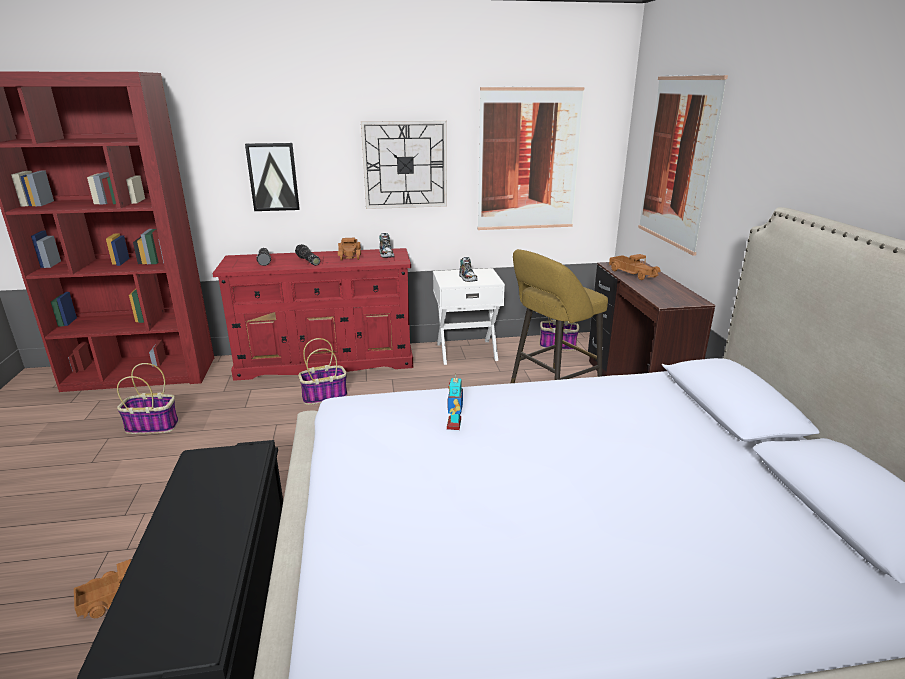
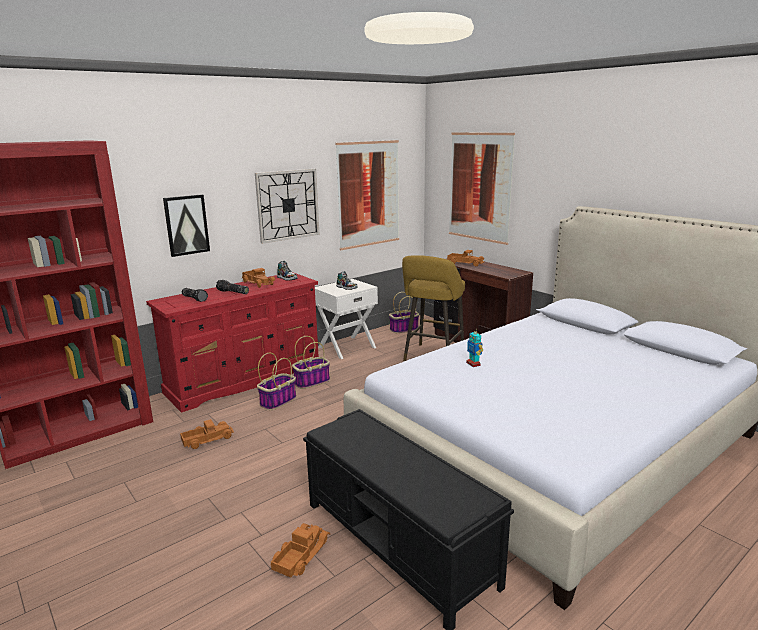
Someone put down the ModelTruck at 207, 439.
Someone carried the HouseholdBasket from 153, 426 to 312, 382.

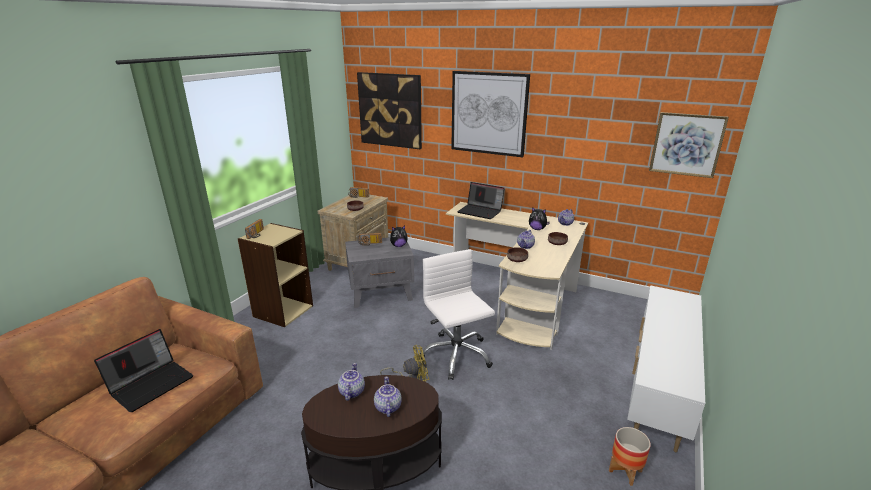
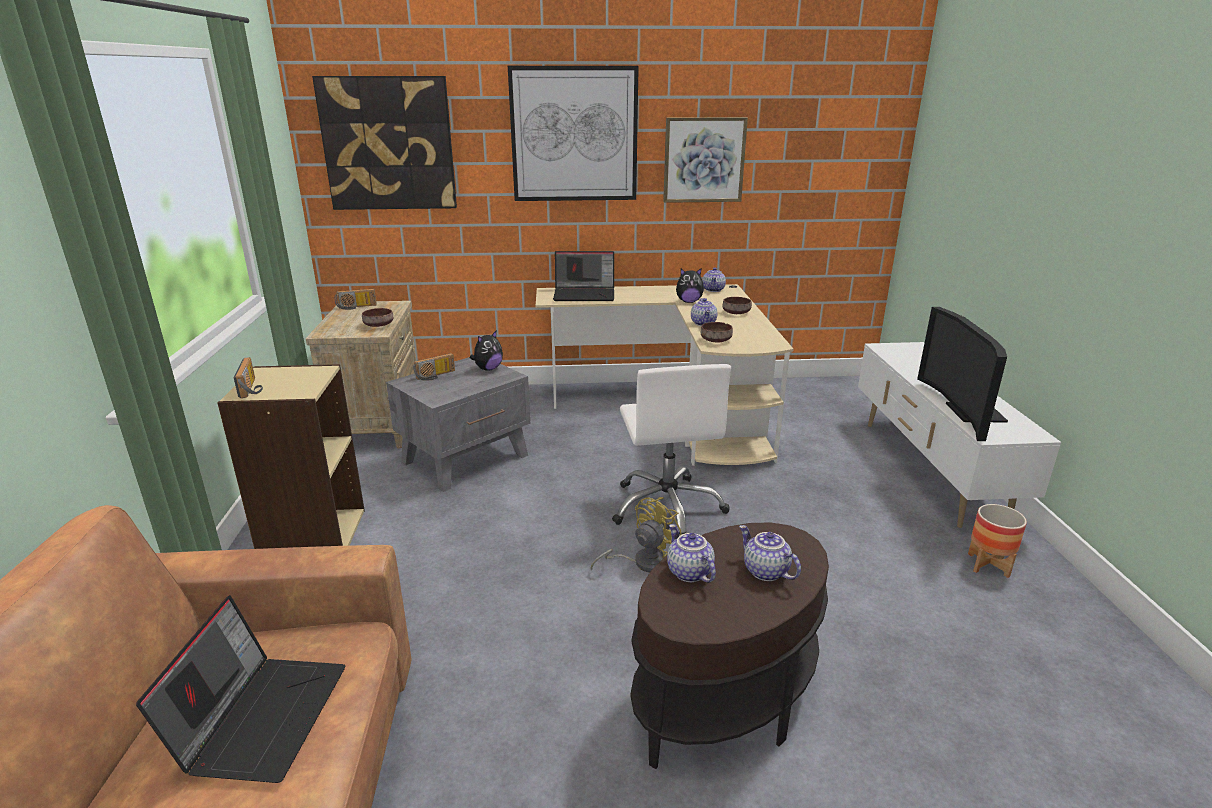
Someone rotated the WhiteDeskChair at 456, 355 by 135 degrees counterclockwise.
Someone carried the WallPicture from 686, 144 to 704, 160.
Someone put down the Television at 966, 412.

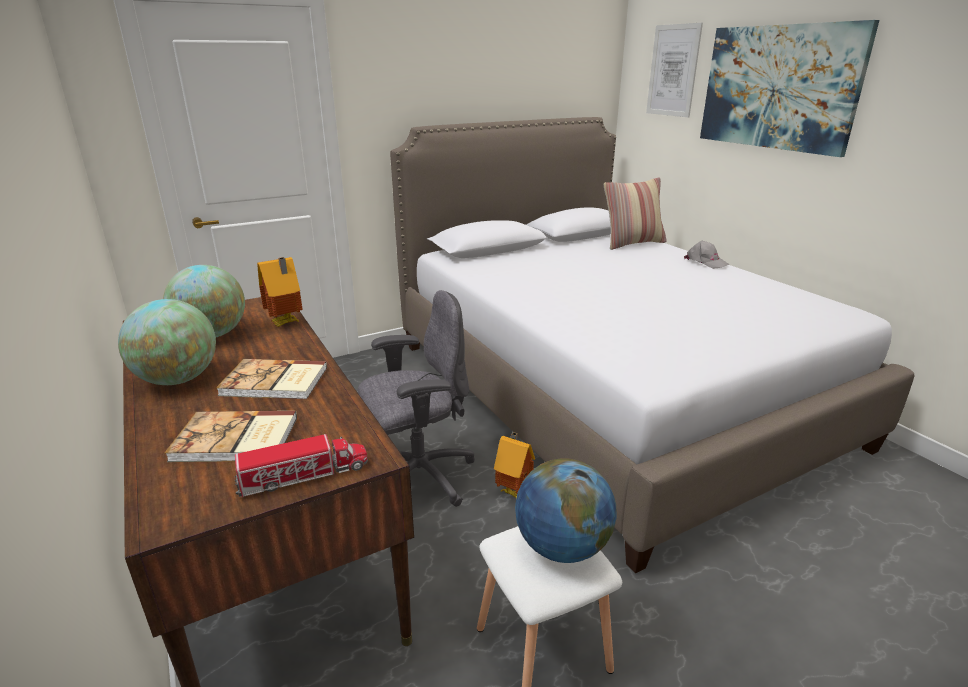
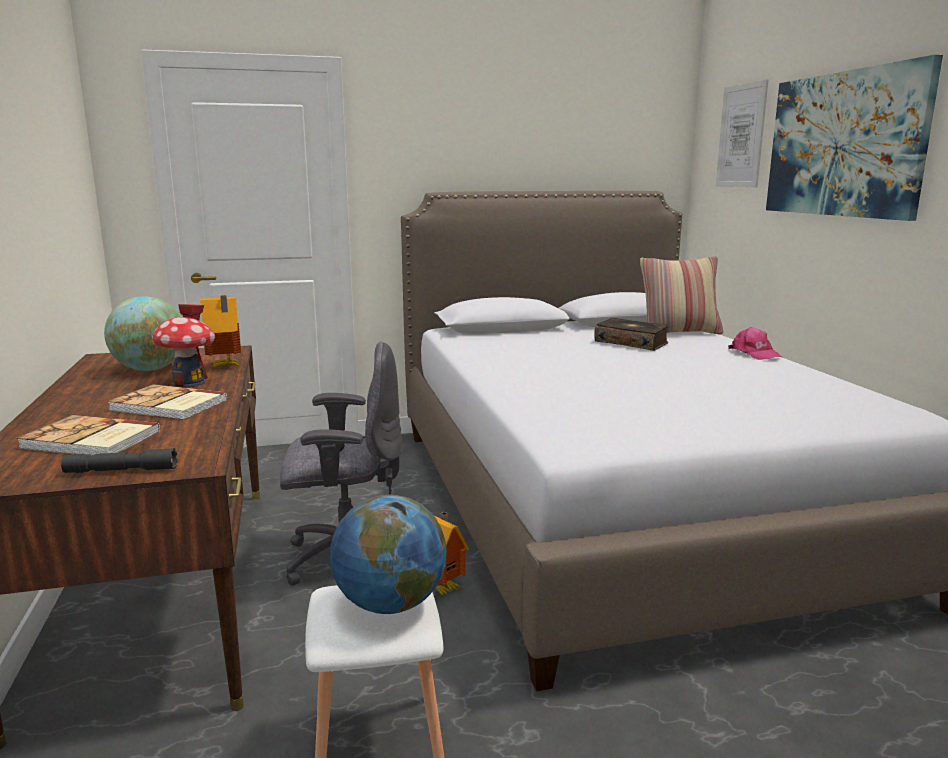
Someone swapped the ModelTruck at 304, 475 for the GreyTorch at 121, 470.
Someone put down the ToyHouse at 189, 383.
Someone put down the Volume at 631, 343.
Someone repainted the GreyPeakedCap at 705, 262, which became the PinkColouredPeakedCap at 754, 353.
Someone took away the DeskGlobe at 178, 379.

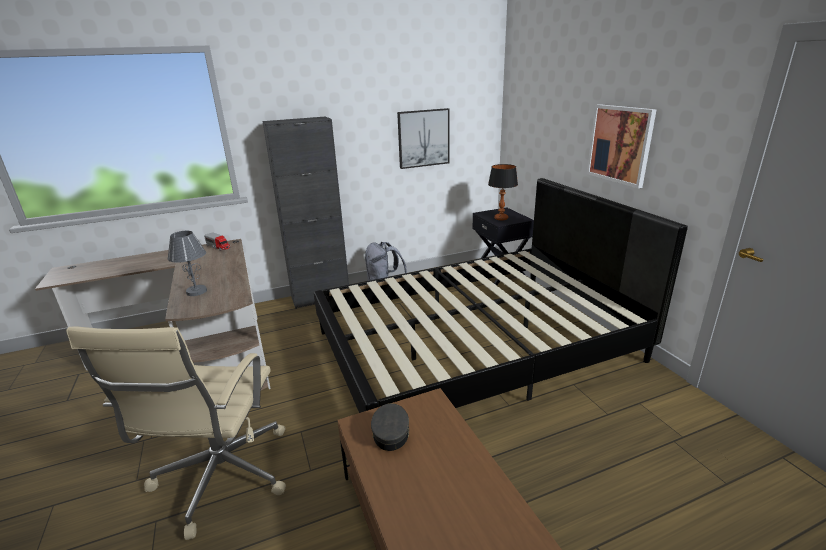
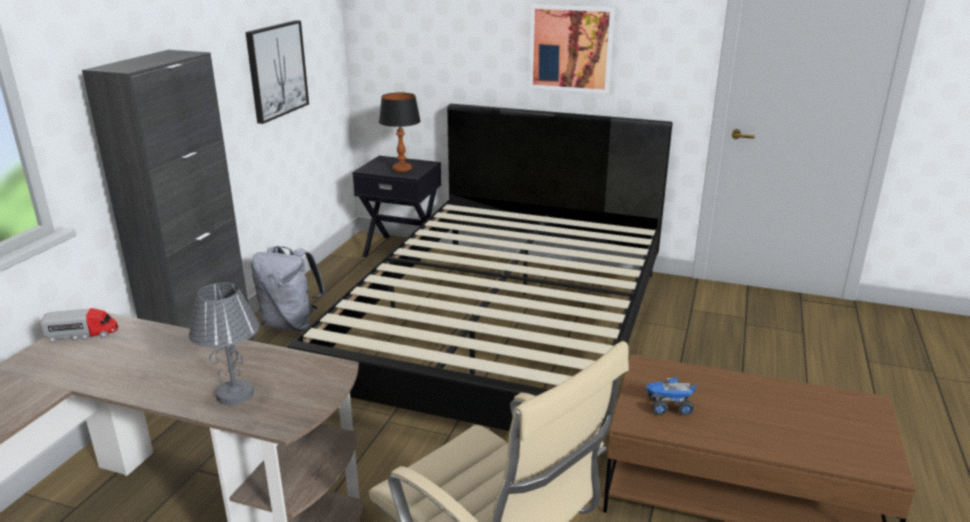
Someone swapped the GreyPeakedCap at 391, 433 for the ModelTruck at 668, 407.

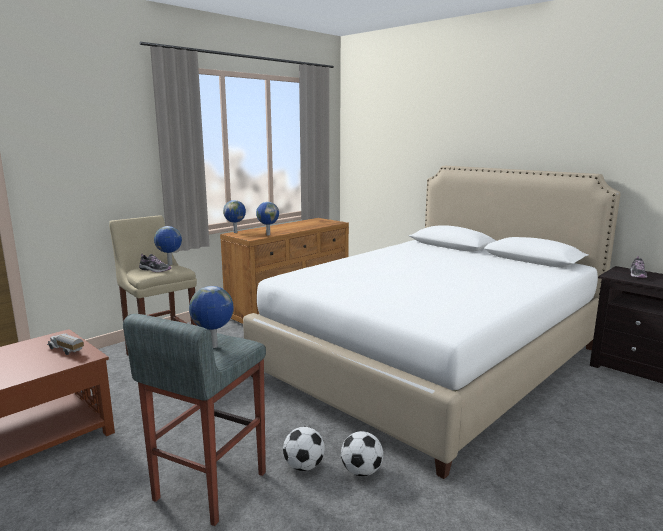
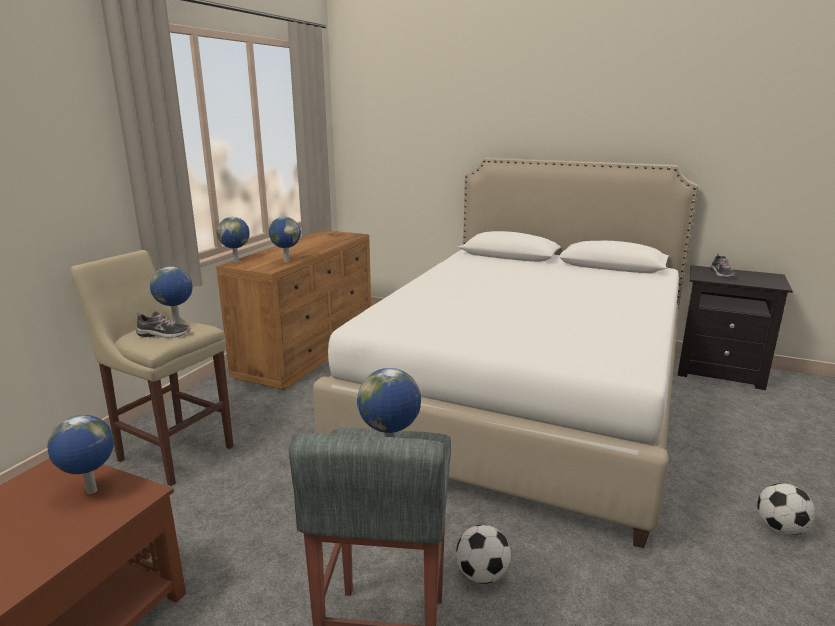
Someone swapped the ModelTruck at 66, 350 for the DeskGlobe at 91, 491.
Someone carried the Football from 361, 471 to 780, 528.

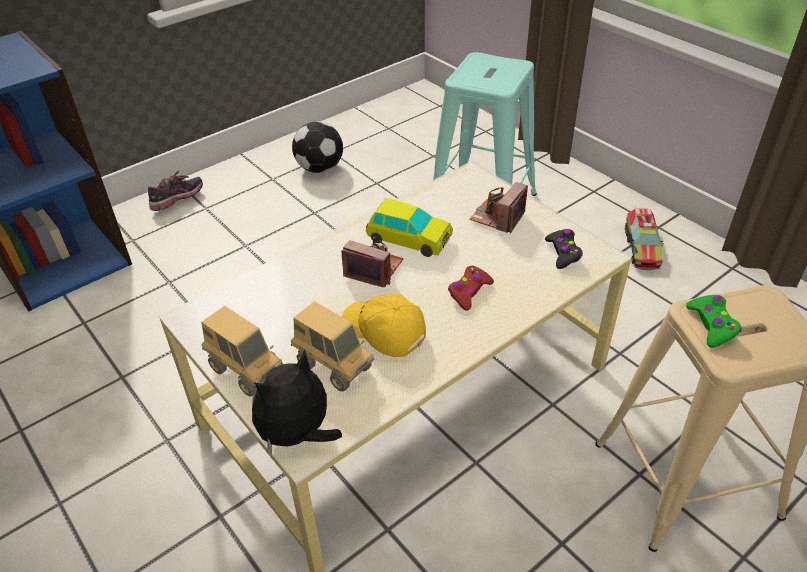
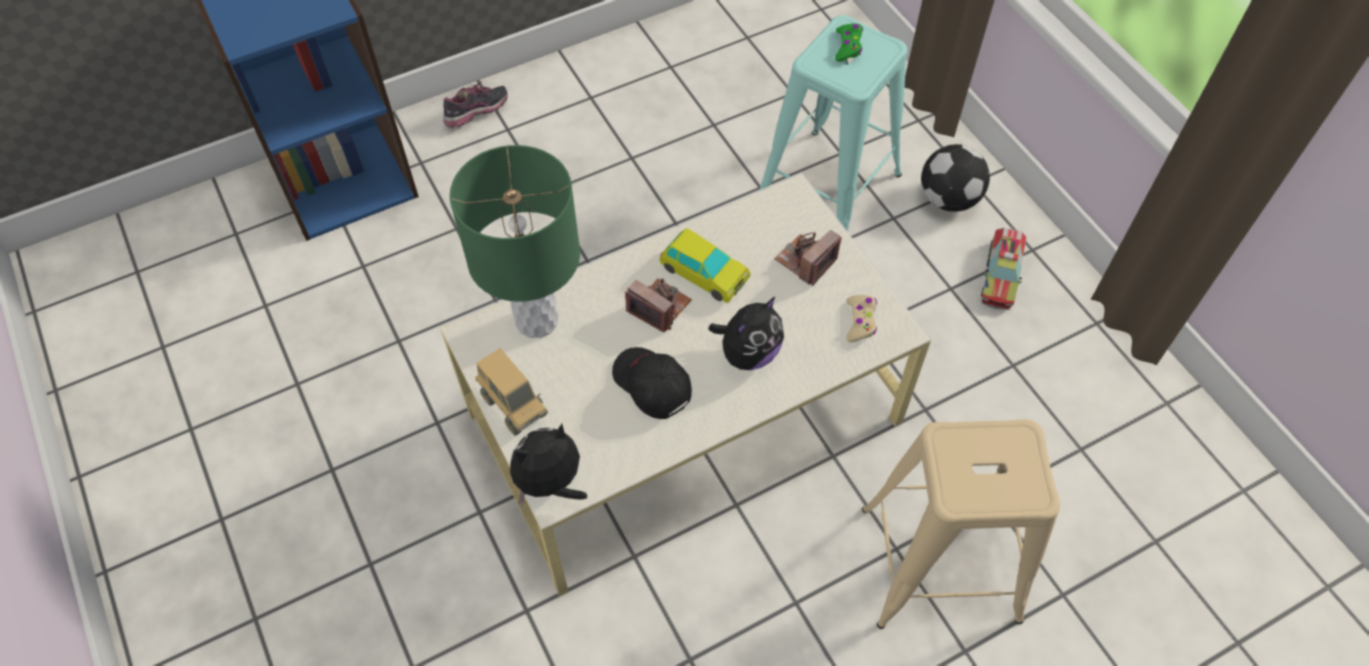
Someone put down the GreenTabletopLamp at 537, 321.
Someone repainted the YellowColouredPeakedCap at 383, 332, which became the BlackColouredPeakedCap at 651, 386.
Someone swapped the ReddishJoypad at 469, 292 for the PlushToy at 748, 353.
Someone carried the GreenJoypad from 712, 325 to 848, 46.
Someone repainted the BlackColouredJoypad at 563, 253, which became the BeigeJoypad at 860, 321.
Someone carried the Football from 320, 168 to 949, 199.
Someone took away the ModelTruck at 334, 367.

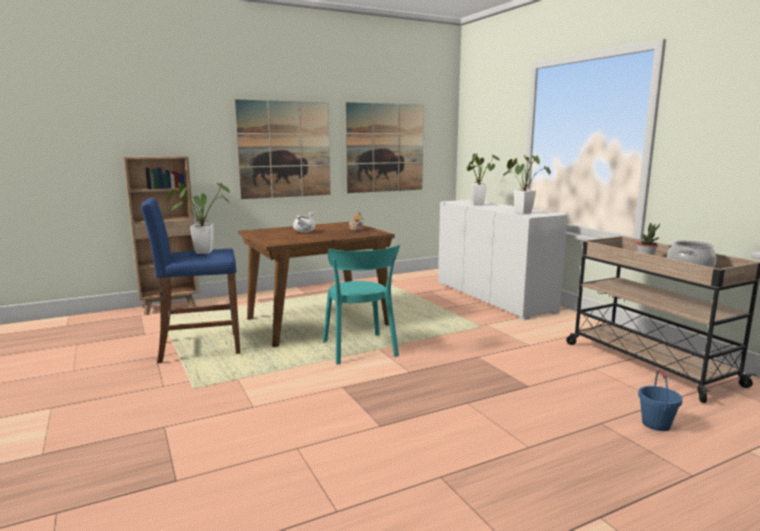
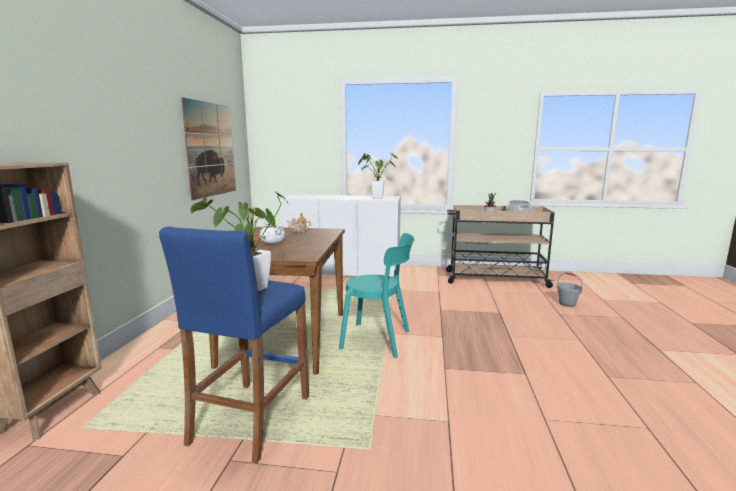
Someone repainted the BluishWaterBucket at 656, 424, which became the GreyWaterBucket at 567, 304.
Someone took away the WallPicture at 285, 149.
Someone took away the Houseplant at 478, 204.

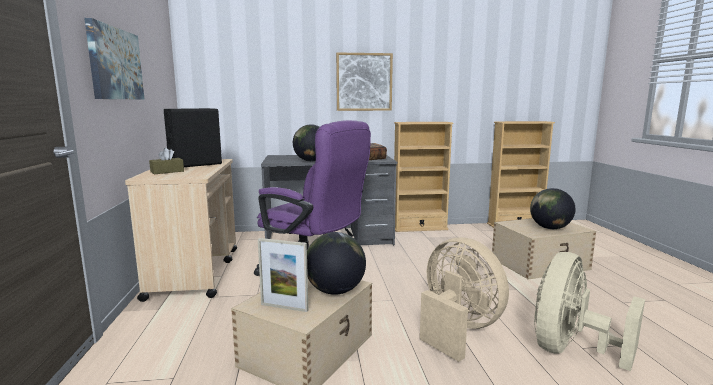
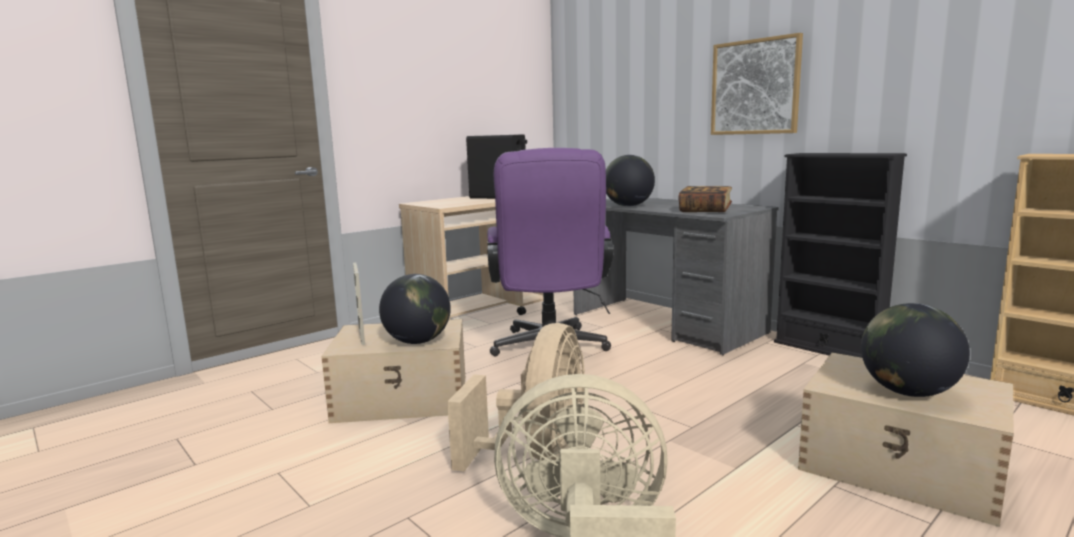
Someone repainted the BeigeShelvingUnit at 419, 228, which became the BlackColouredShelvingUnit at 828, 349.
Someone took away the WallPicture at 115, 64.
Someone took away the BrownishTissueBox at 167, 172.

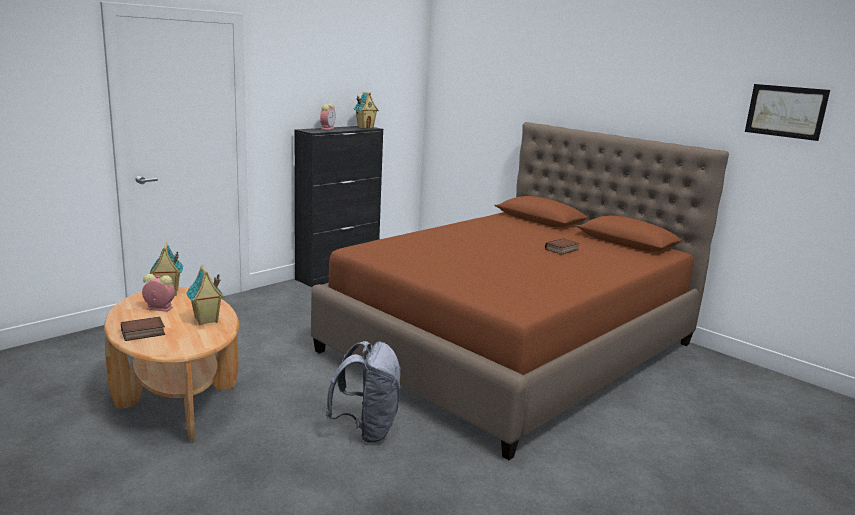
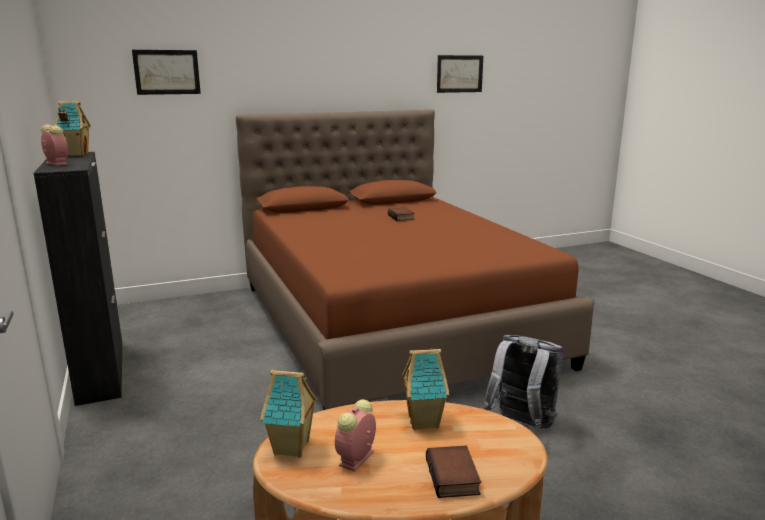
Someone put up the WallPicture at 167, 72.

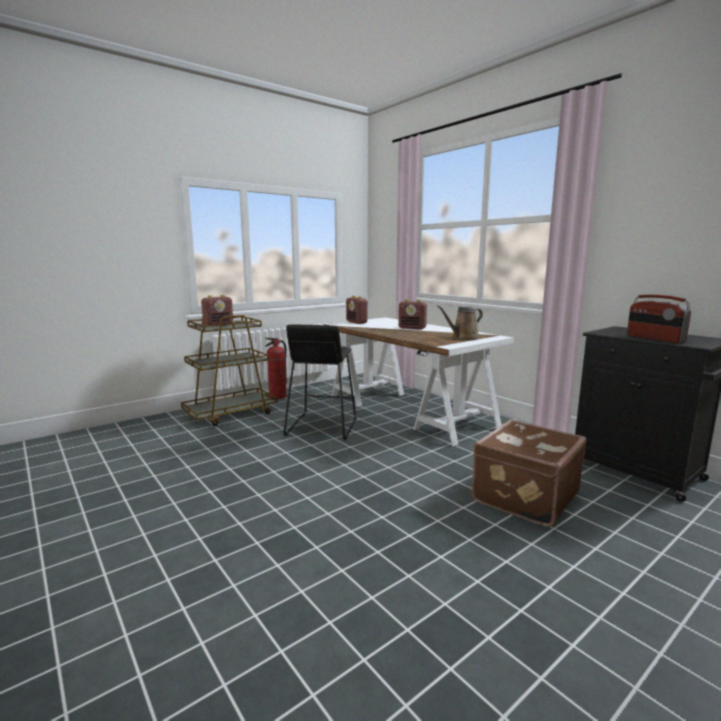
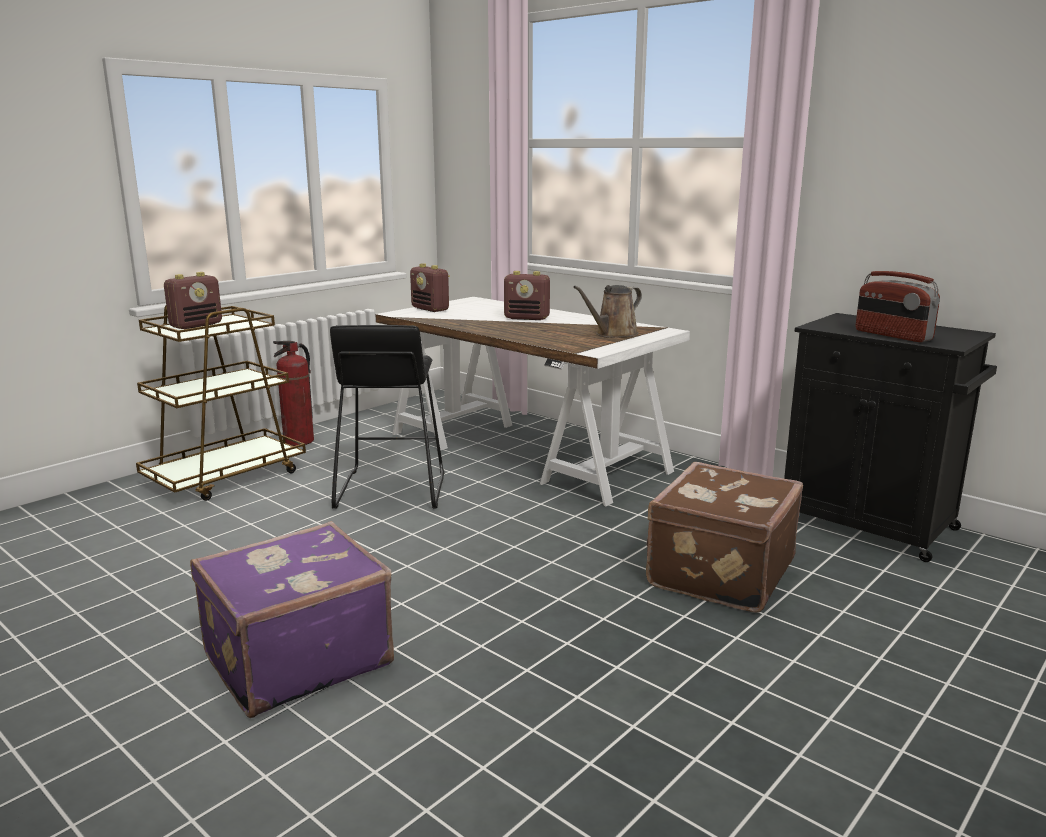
Someone put down the PurpleTravelCase at 295, 658.

